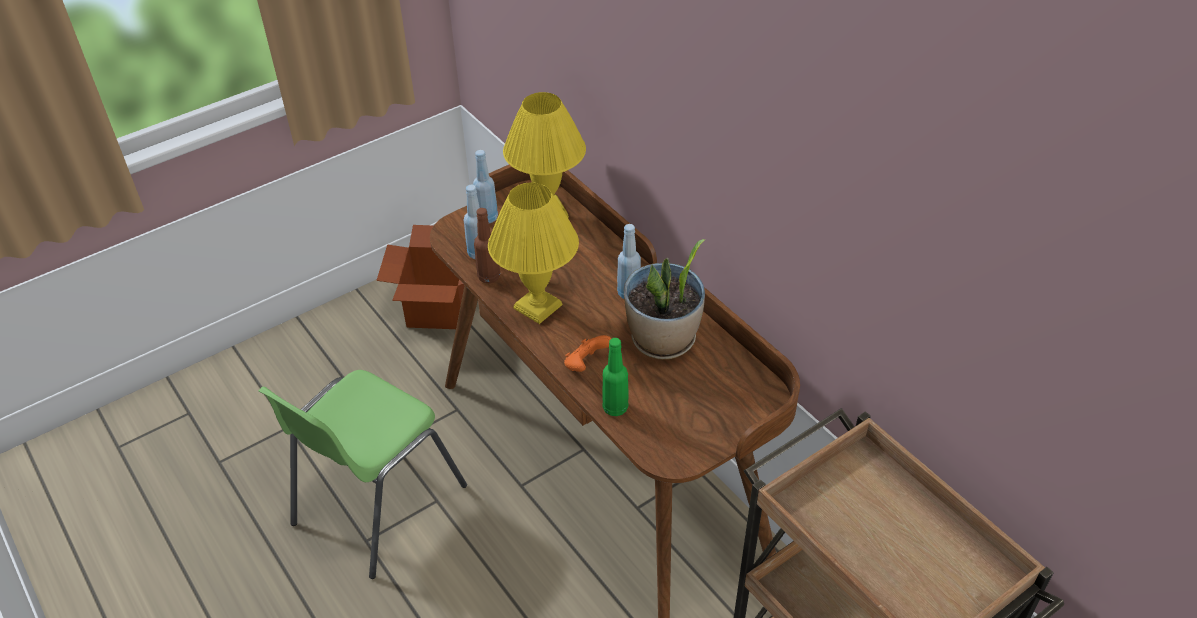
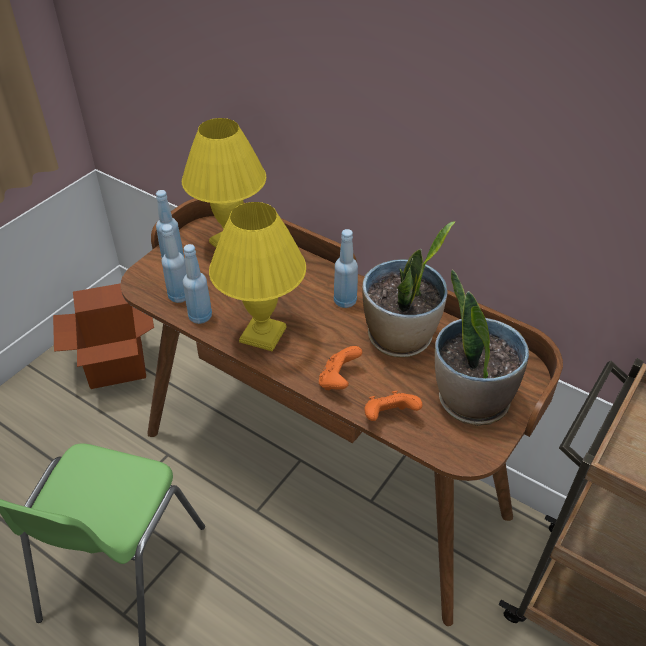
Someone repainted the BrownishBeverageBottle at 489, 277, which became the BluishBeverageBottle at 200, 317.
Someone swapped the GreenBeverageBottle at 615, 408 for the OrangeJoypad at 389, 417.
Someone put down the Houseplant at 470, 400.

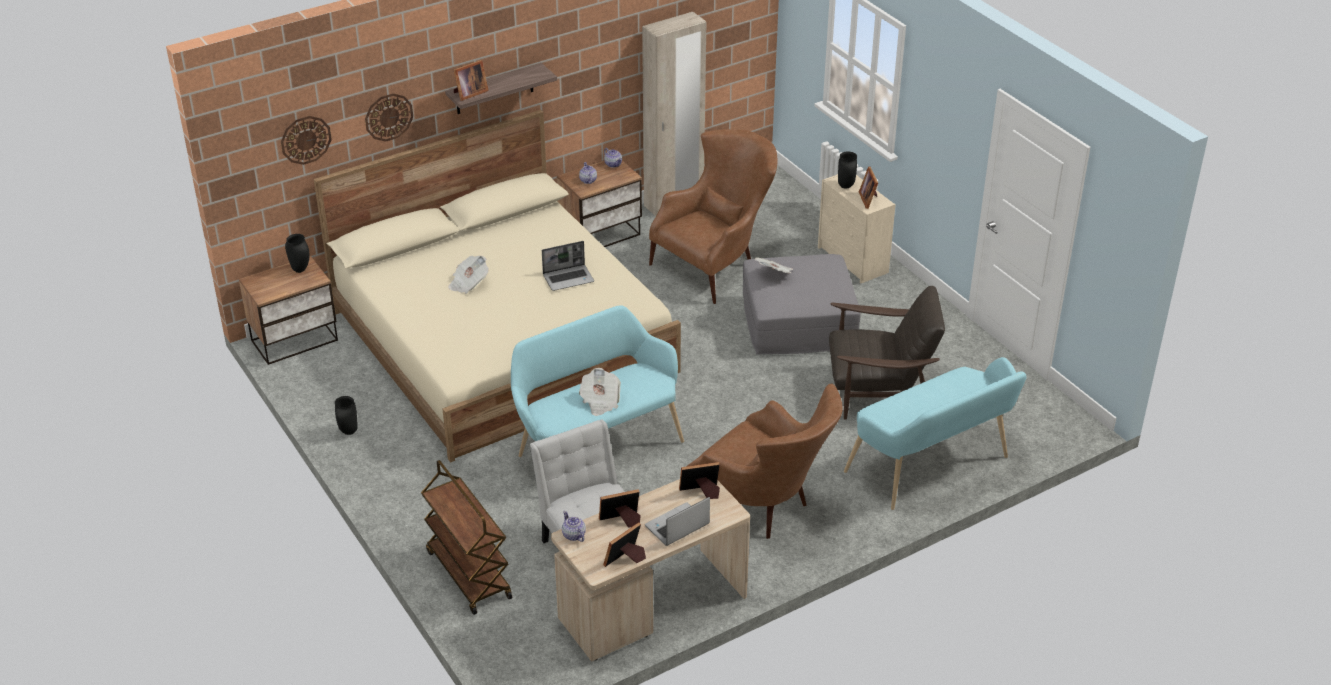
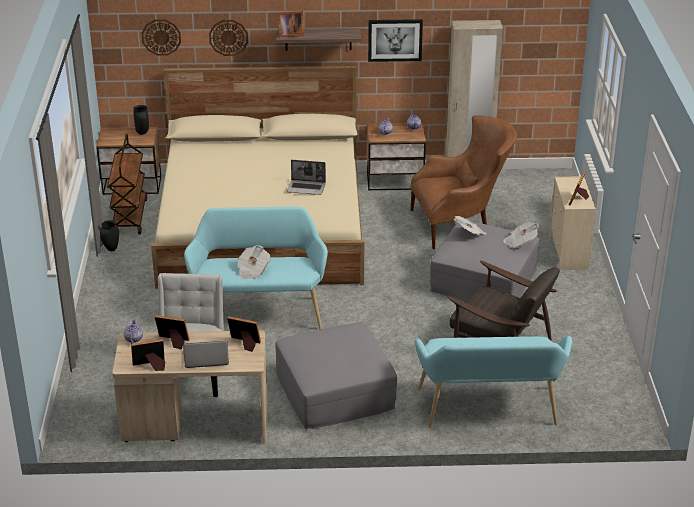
Someone carried the BrownishTrolley from 468, 574 to 129, 216.
Someone swapped the BrownishArmchair at 764, 508 for the GreyPouffe at 335, 392.
Someone put up the WallPicture at 395, 40.
Someone carried the DailyPaper from 468, 283 to 520, 242.
Someone took away the BlackColouredFlowerVase at 846, 186.

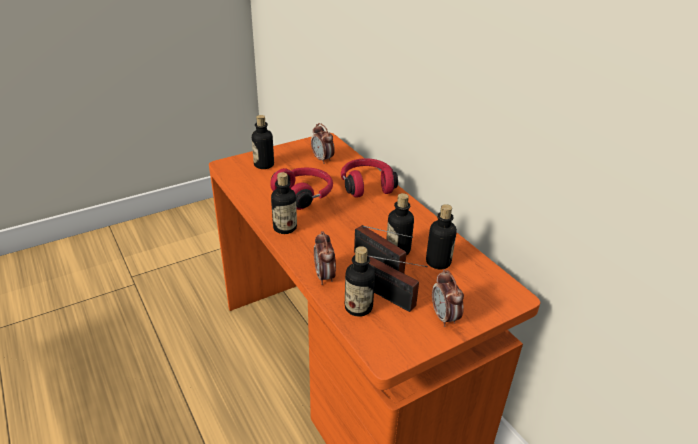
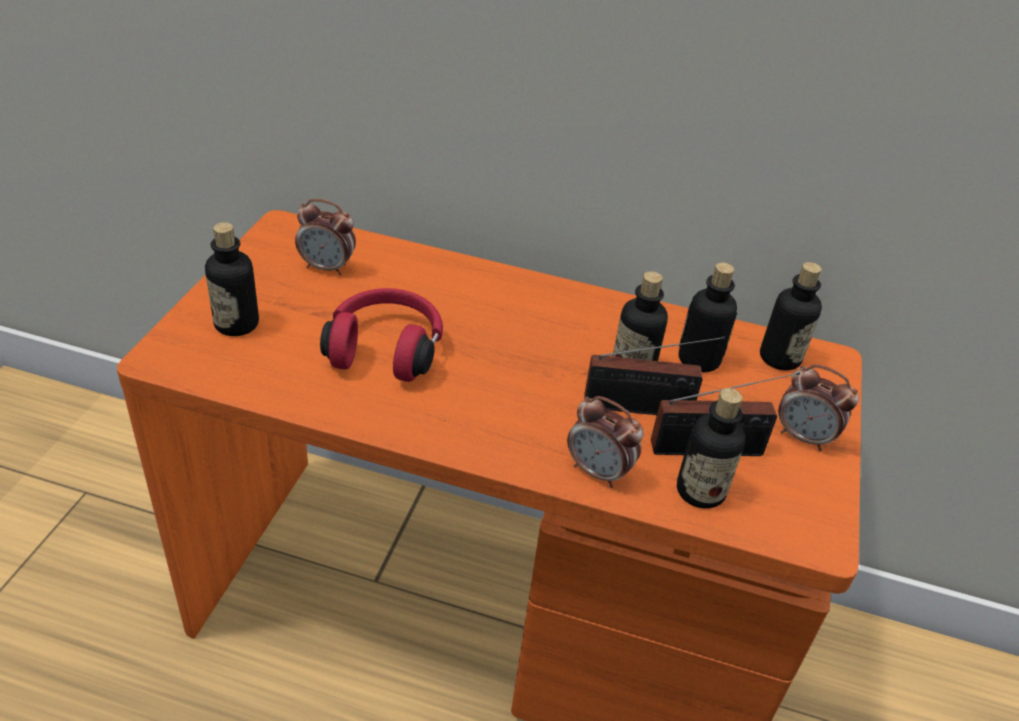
Someone carried the BeverageBottle from 285, 228 to 780, 358.
Someone took away the ReddishHeadphones at 367, 185.

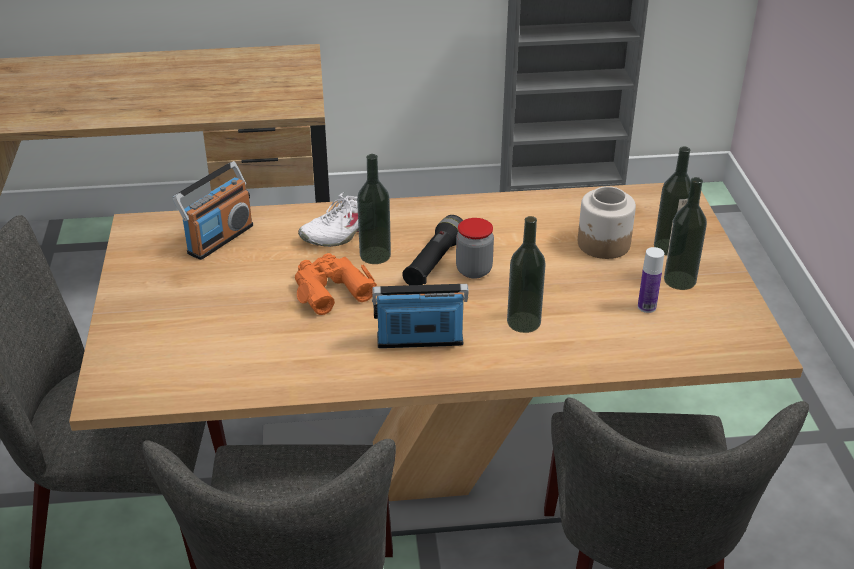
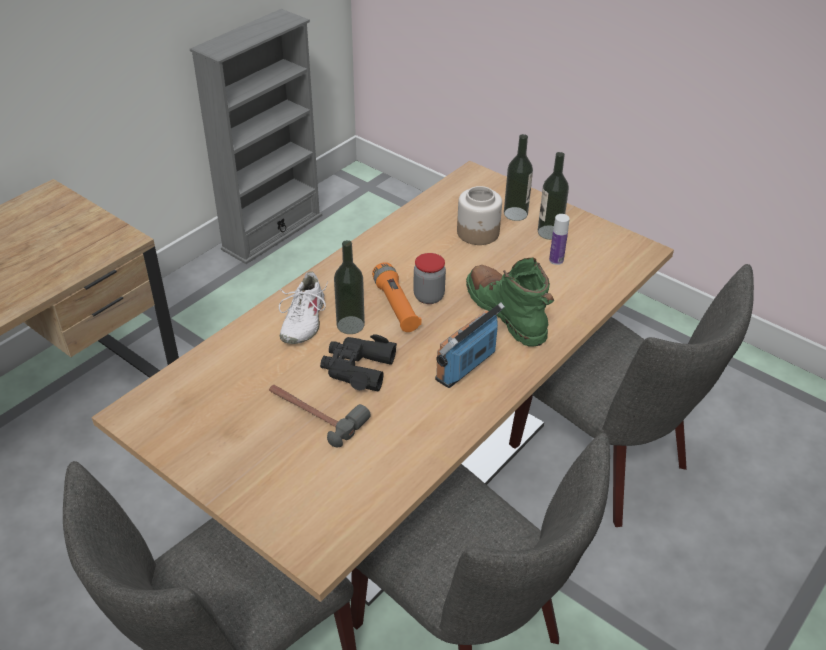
Someone put down the HandHammer at 314, 414.
Someone repainted the OrangeFieldGlasses at 330, 289, which became the BlackColouredFieldGlasses at 357, 368.
Someone repainted the BlackColouredTorch at 434, 262, which became the OrangeTorch at 396, 306.
Someone swapped the BeverageBottle at 523, 322 for the GreenHighTopBoot at 506, 313.
Someone took away the RadioReceiver at 219, 239.

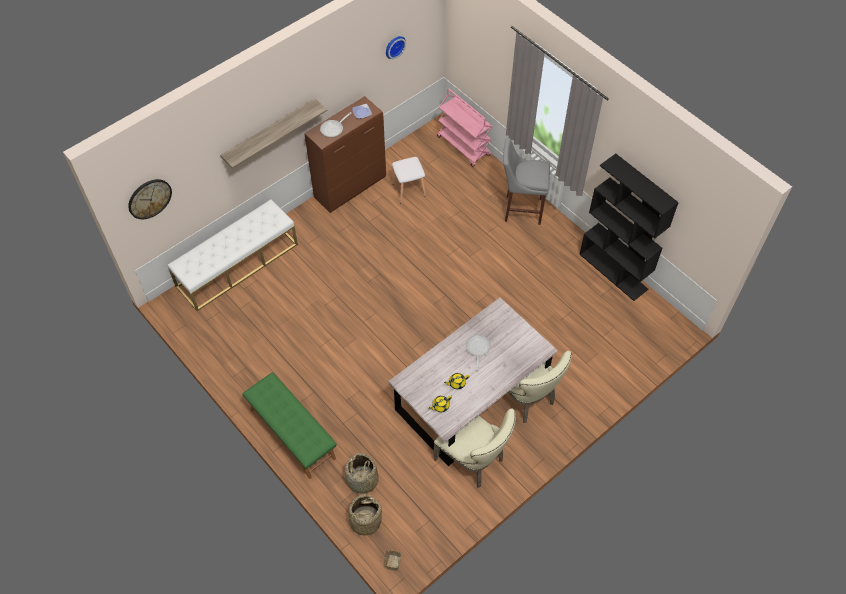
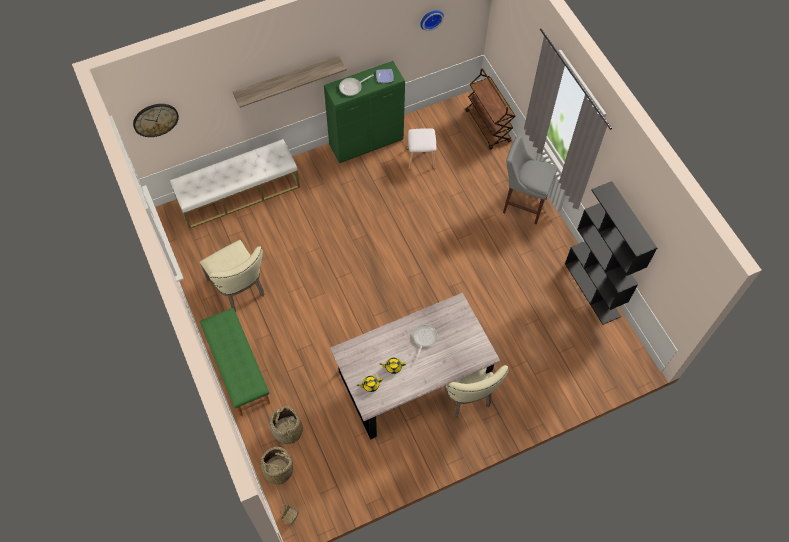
Someone carried the BeigeChair from 473, 460 to 239, 289.
Someone repainted the BrownishCabinet at 350, 187, which became the GreenCabinet at 366, 142.
Someone repainted the PinkColouredTrolley at 464, 146, which became the BrownishTrolley at 488, 127.

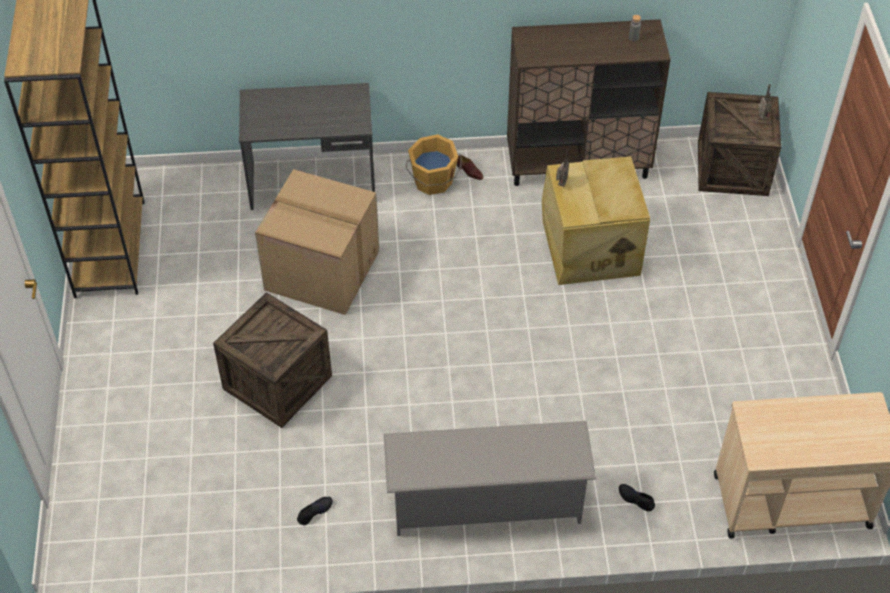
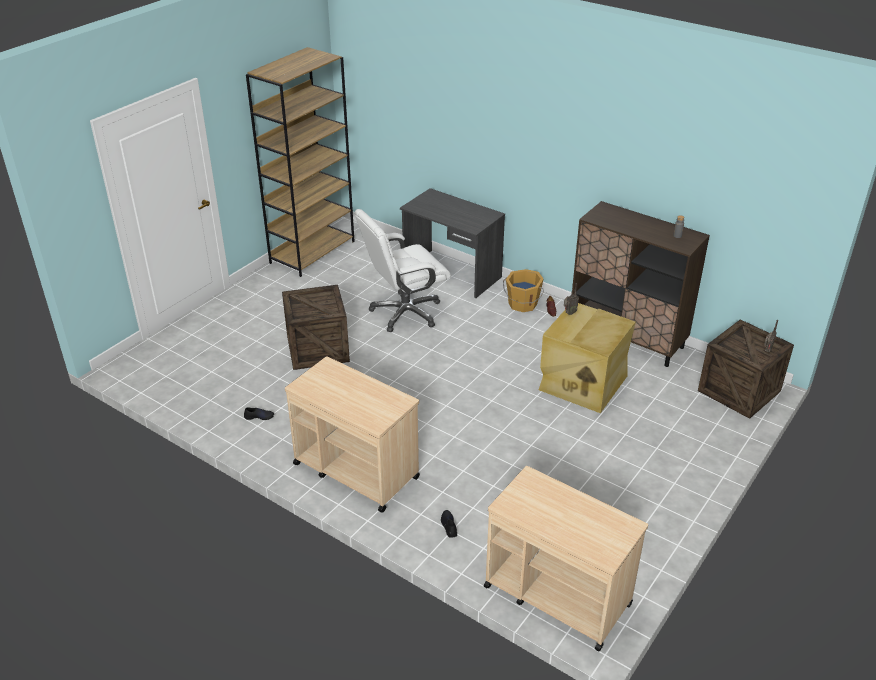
Someone swapped the GreyShoeStand at 486, 503 for the BeigeTrolley at 355, 470.
Someone swapped the CardboardBox at 320, 271 for the WhiteDeskChair at 405, 313.

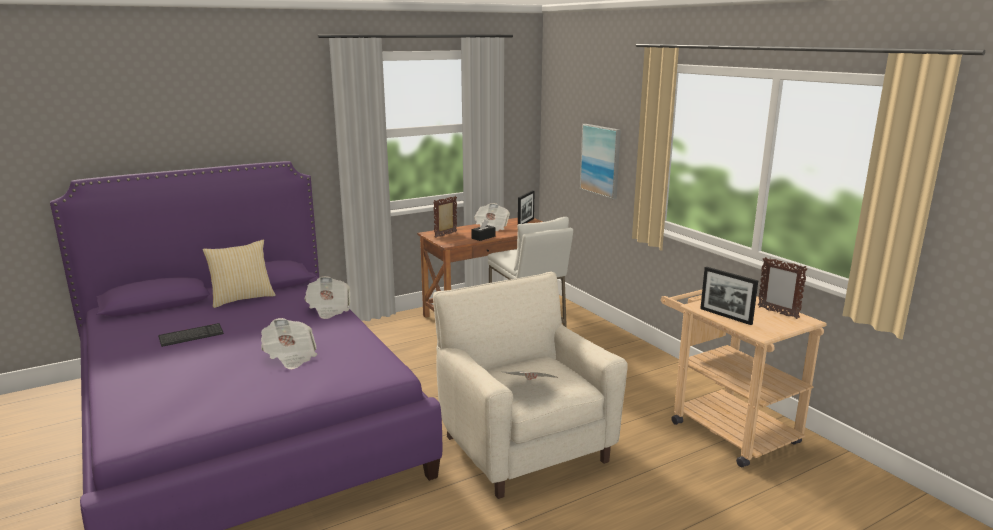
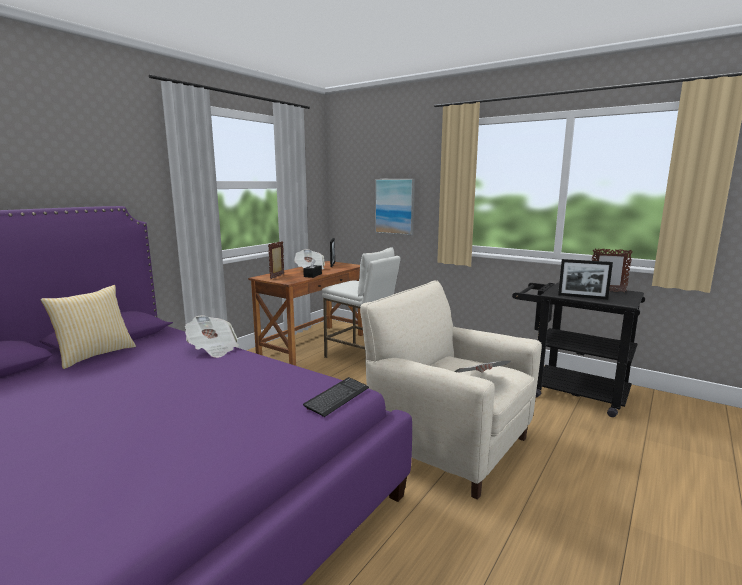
Someone carried the Keyboard from 191, 336 to 337, 398.
Someone repainted the BeigeTrolley at 725, 427, which became the BlackColouredTrolley at 569, 392.
Someone took away the DailyPaper at 290, 357.

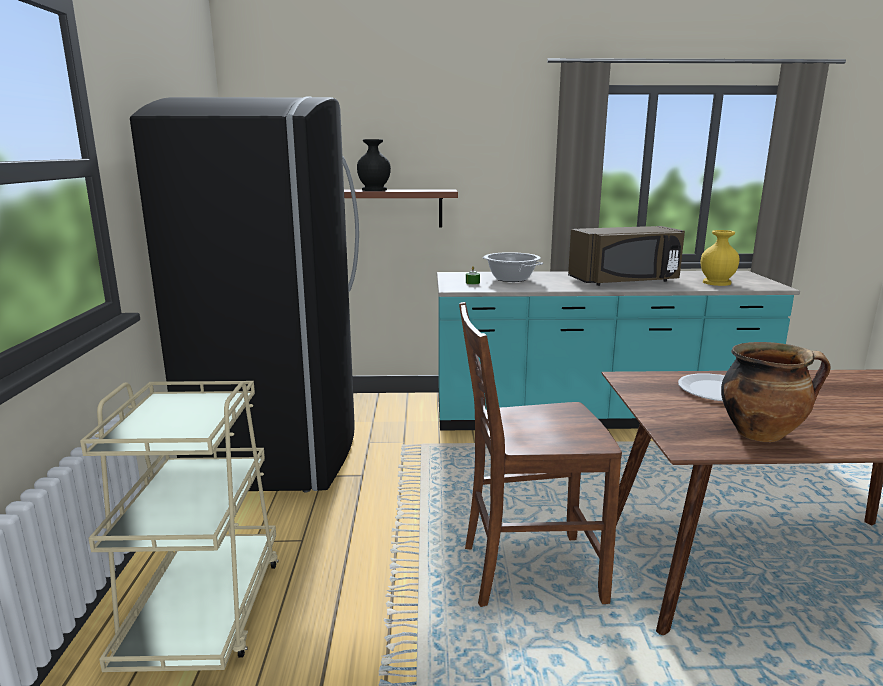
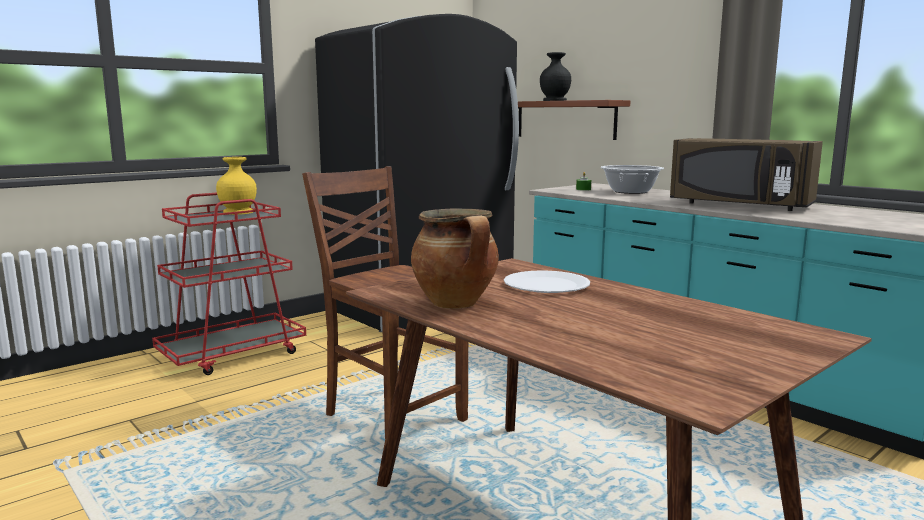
Someone repainted the BeigeTrolley at 204, 611, which became the ReddishTrolley at 233, 354.
Someone carried the YellowColouredFlowerVase from 717, 282 to 238, 212.

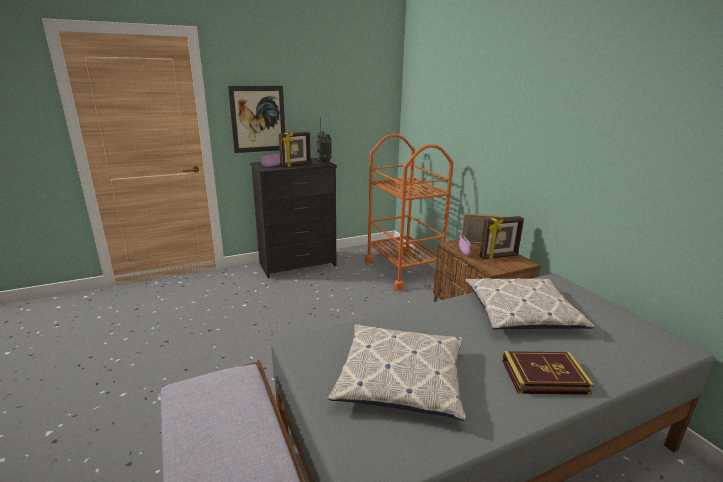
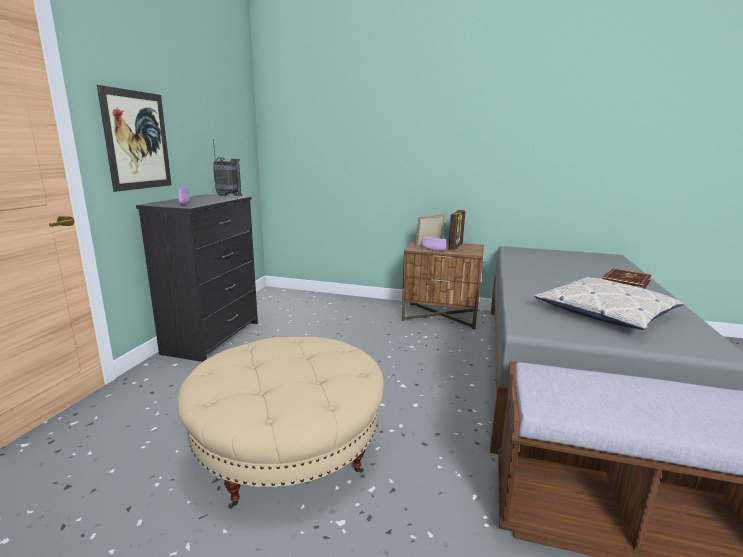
Someone put down the BeigePouffe at 288, 449.
Someone took away the PhotoFrame at 296, 165.
Someone took away the OrangeTrolley at 403, 270.
Someone took away the Cushion at 521, 312.

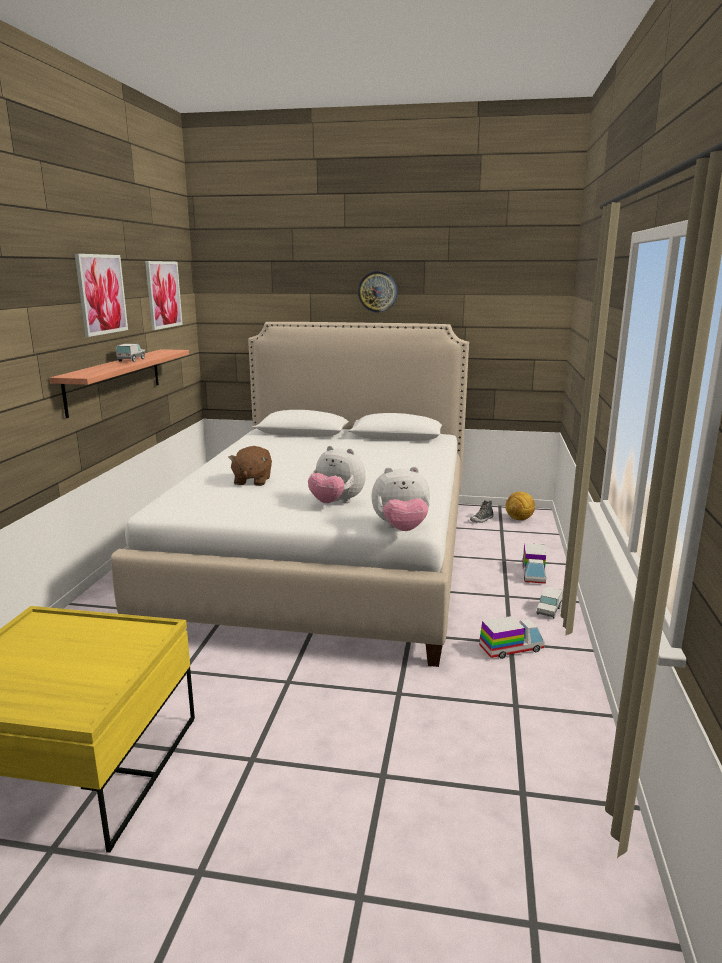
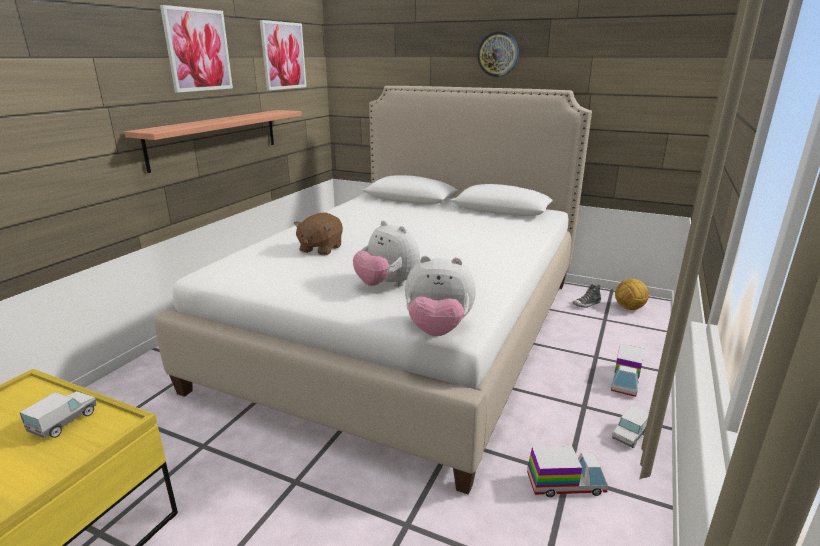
Someone carried the ModelTruck from 131, 360 to 64, 422.

